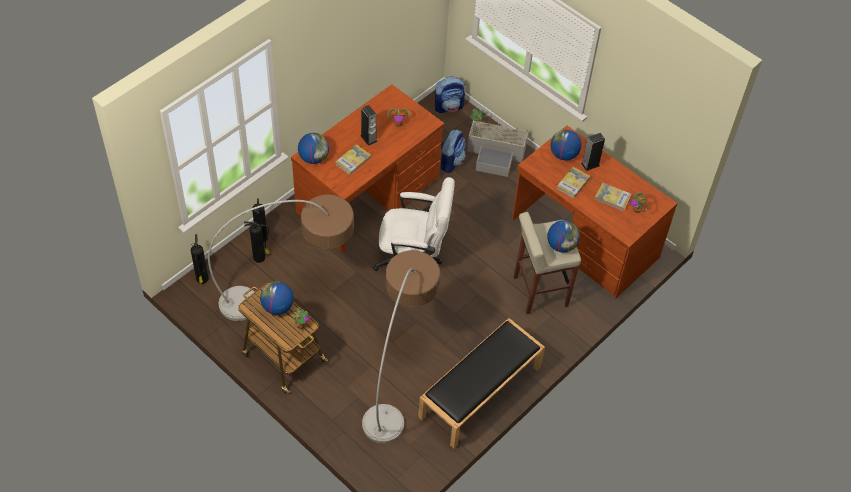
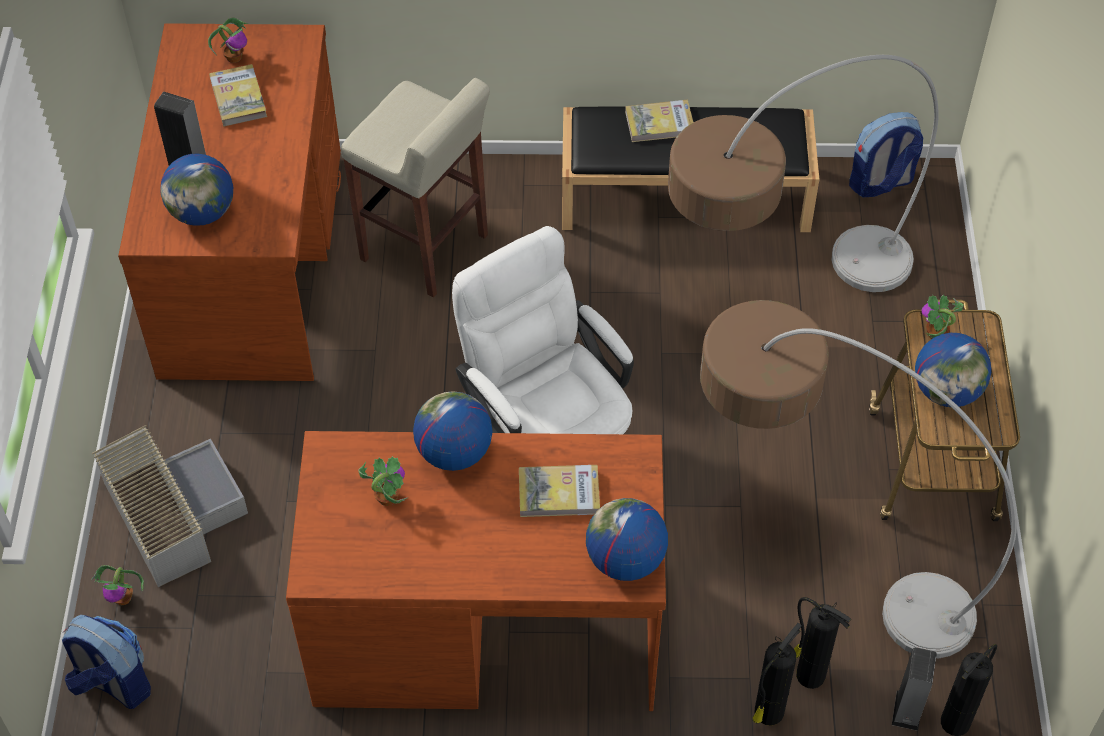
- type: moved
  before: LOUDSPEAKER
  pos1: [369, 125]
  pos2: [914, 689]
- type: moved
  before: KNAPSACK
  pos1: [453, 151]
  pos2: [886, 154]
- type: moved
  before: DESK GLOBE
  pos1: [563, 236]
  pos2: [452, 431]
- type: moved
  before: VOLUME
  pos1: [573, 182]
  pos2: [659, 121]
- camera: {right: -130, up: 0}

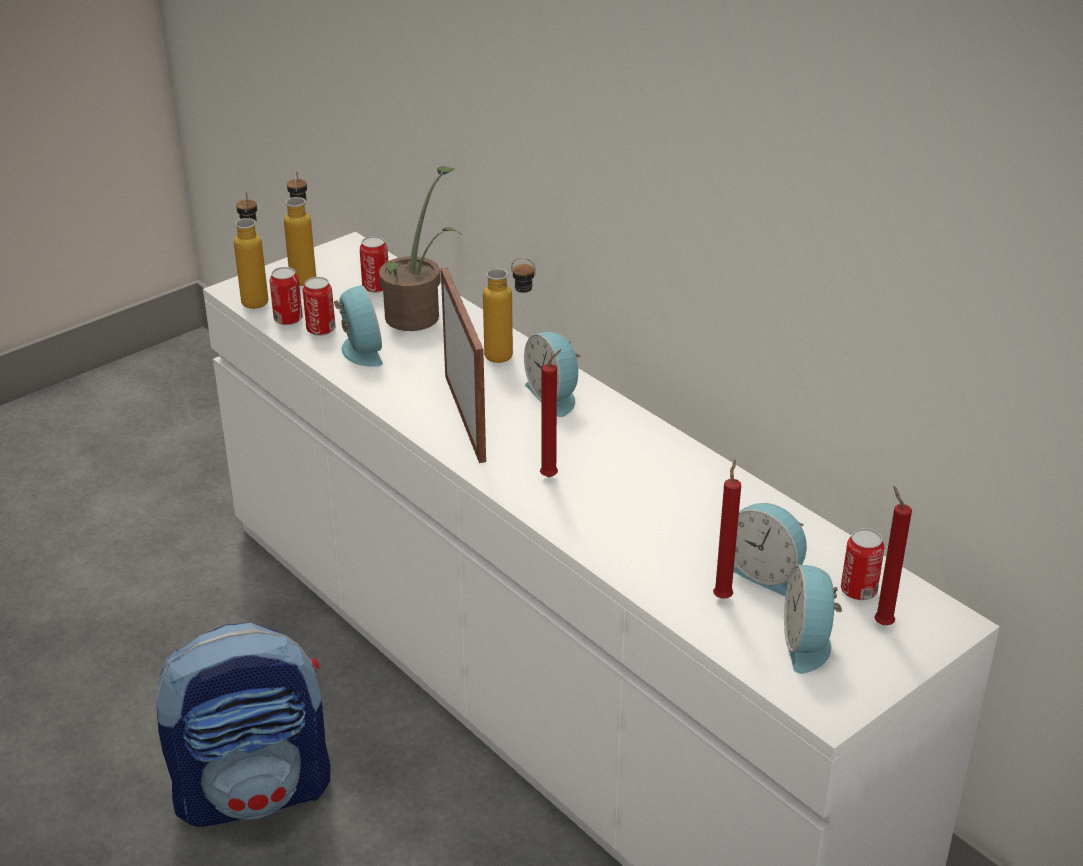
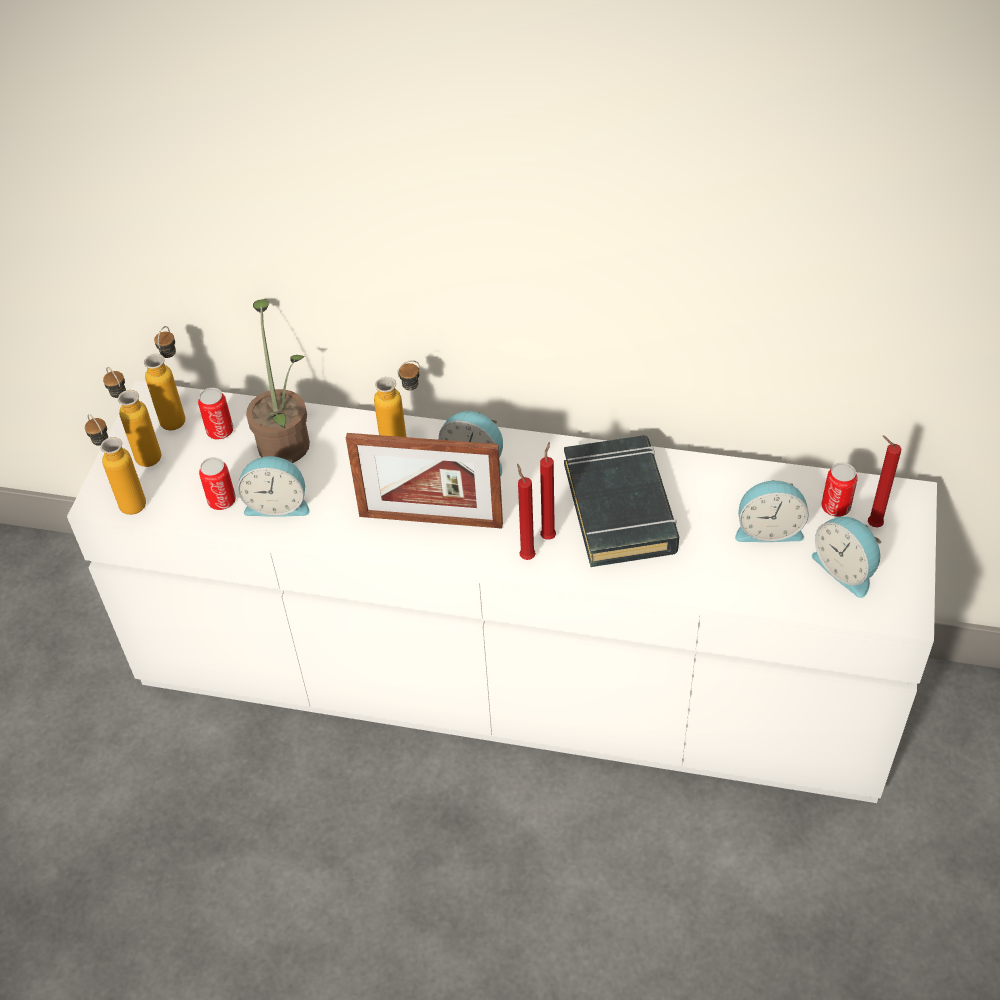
- type: removed
  before: KNAPSACK
  pos1: [242, 725]
- type: removed
  before: SEALED CAN
  pos1: [286, 296]
- type: turned
  before: ALARM CLOCK
  pos1: [358, 326]
  pos2: [273, 486]
  turn: 150
- type: turned
  before: PHOTO FRAME
  pos1: [463, 365]
  pos2: [424, 481]
  turn: 150
- type: moved
  before: REDDISH WAX CANDLE
  pos1: [727, 529]
  pos2: [526, 512]
- type: added
  after: BOTTLE
  pos2: [164, 378]
- type: added
  after: BLACK VOLUME
  pos2: [621, 501]
- camera: {right: -35, up: 15}

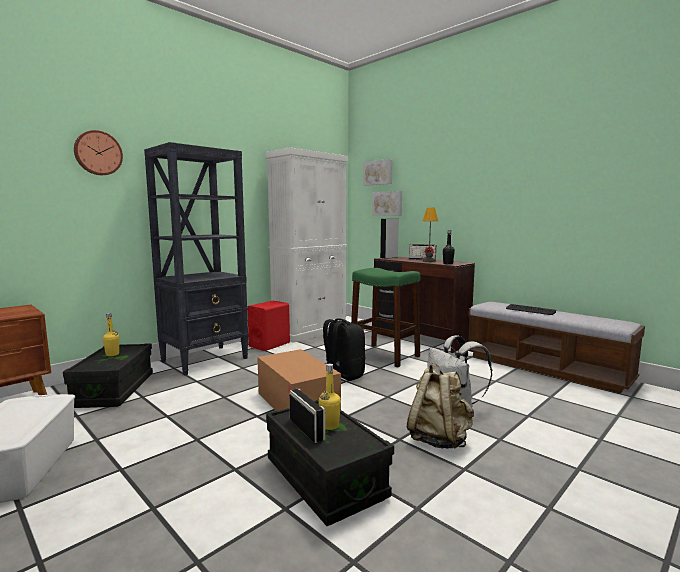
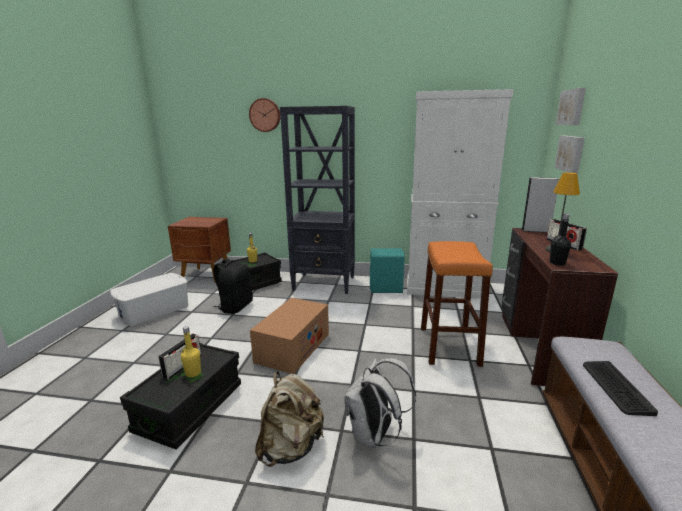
- type: recoloured
  before: REDDISH LOUDSPEAKER
  after: TURQUOISE-COLOURED LOUDSPEAKER
  pos1: [268, 326]
  pos2: [387, 270]
- type: moved
  before: BLACK KNAPSACK
  pos1: [344, 349]
  pos2: [233, 286]
- type: recoloured
  before: GREEN SITTING STOOL
  after: ORANGEY SITTING STOOL
  pos1: [385, 318]
  pos2: [457, 304]
- camera: {right: 55, up: 10}

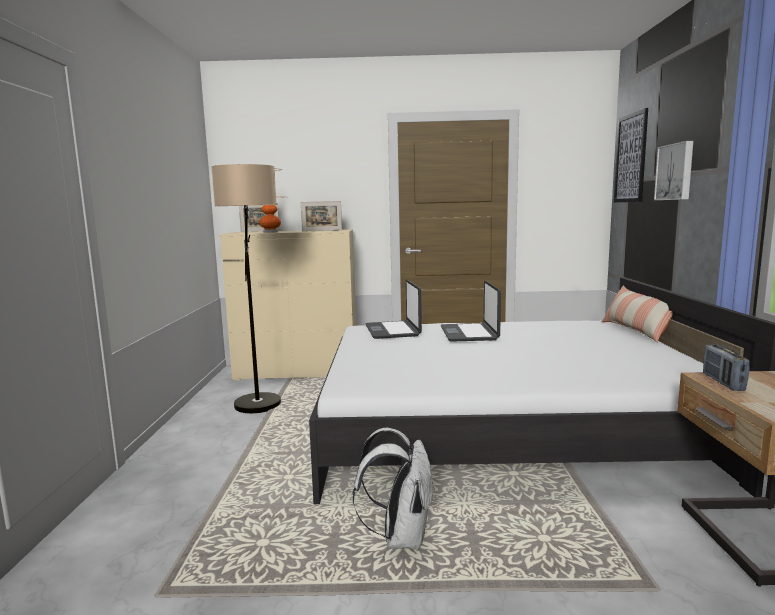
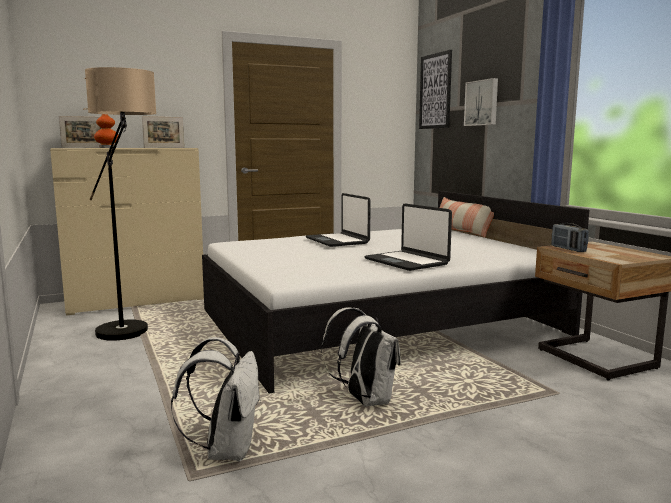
- type: moved
  before: LAPTOP
  pos1: [393, 309]
  pos2: [408, 237]
- type: added
  after: WHITISH KNAPSACK
  pos2: [216, 399]
- camera: {right: -25, up: 0}

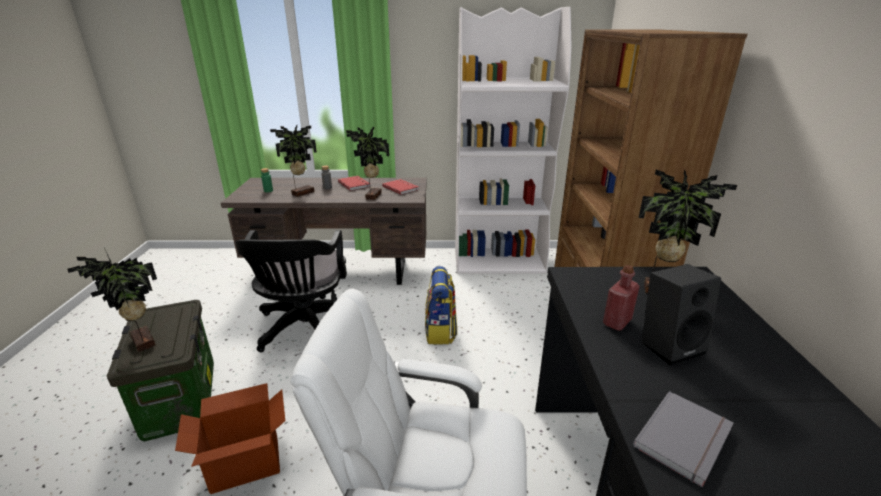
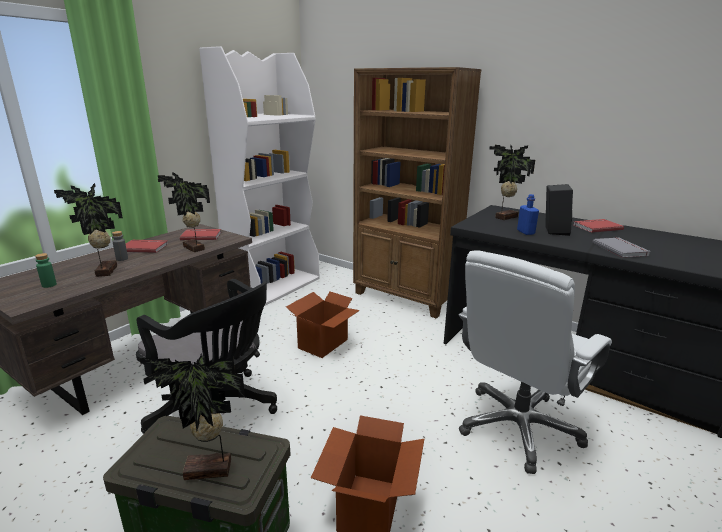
- type: replaced
  before: KNAPSACK
  after: PACKING BOX
  pos1: [441, 305]
  pos2: [323, 325]
- type: recoloured
  before: REDDISH BOTTLE
  after: BLUISH BOTTLE
  pos1: [621, 298]
  pos2: [528, 214]
- type: added
  after: REDDISH VOLUME
  pos2: [599, 226]
- camera: {right: -55, up: -5}

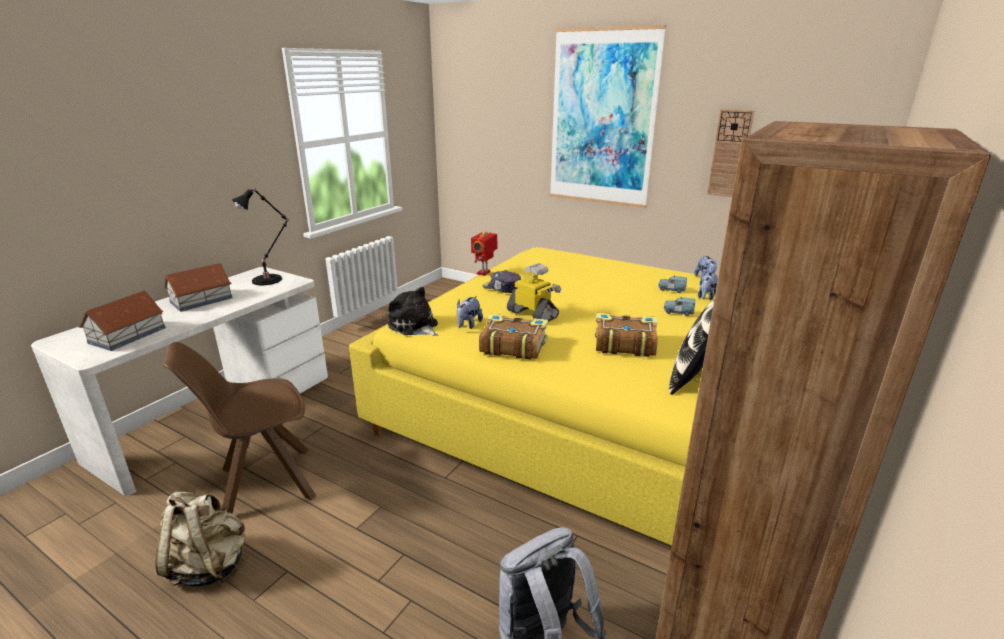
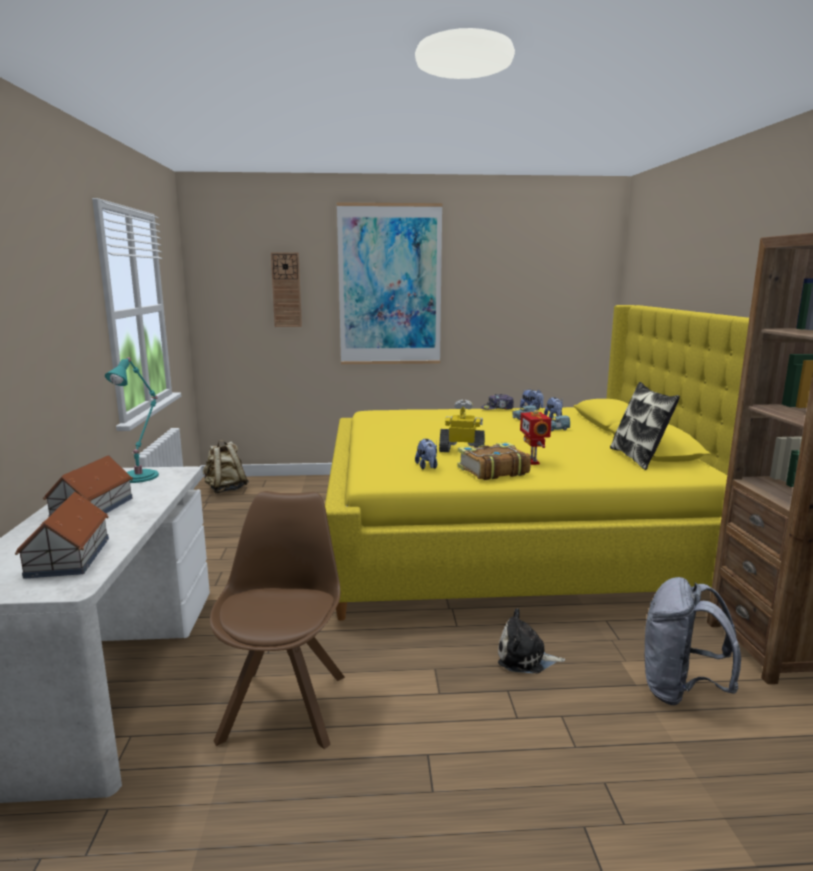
- type: moved
  before: SAND-COLOURED KNAPSACK
  pos1: [200, 539]
  pos2: [226, 466]
- type: turned
  before: BROWN CHAIR
  pos1: [239, 428]
  pos2: [277, 620]
  turn: 150
- type: recoloured
  before: BLACK TABLE LAMP
  after: TURQUOISE-COLOURED TABLE LAMP
  pos1: [260, 236]
  pos2: [132, 420]
- type: moved
  before: CUDDLY TOY
  pos1: [413, 311]
  pos2: [531, 640]
- type: moved
  before: ROBOT FIGURE
  pos1: [484, 253]
  pos2: [535, 437]
- type: moved
  before: PEAKED CAP
  pos1: [502, 281]
  pos2: [497, 402]
- type: removed
  before: VOLUME
  pos1: [626, 335]
- type: moved
  before: CLOCK ON THE WALL
  pos1: [730, 153]
  pos2: [286, 289]
- camera: {right: -35, up: -10}

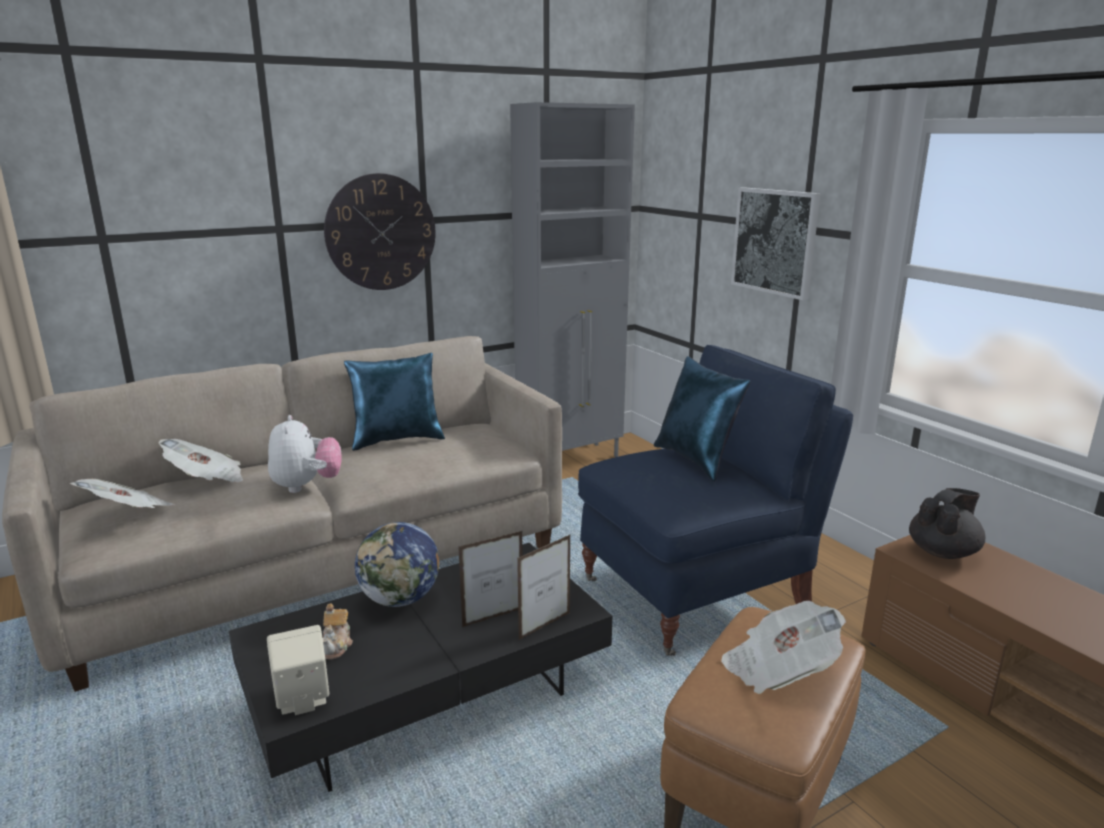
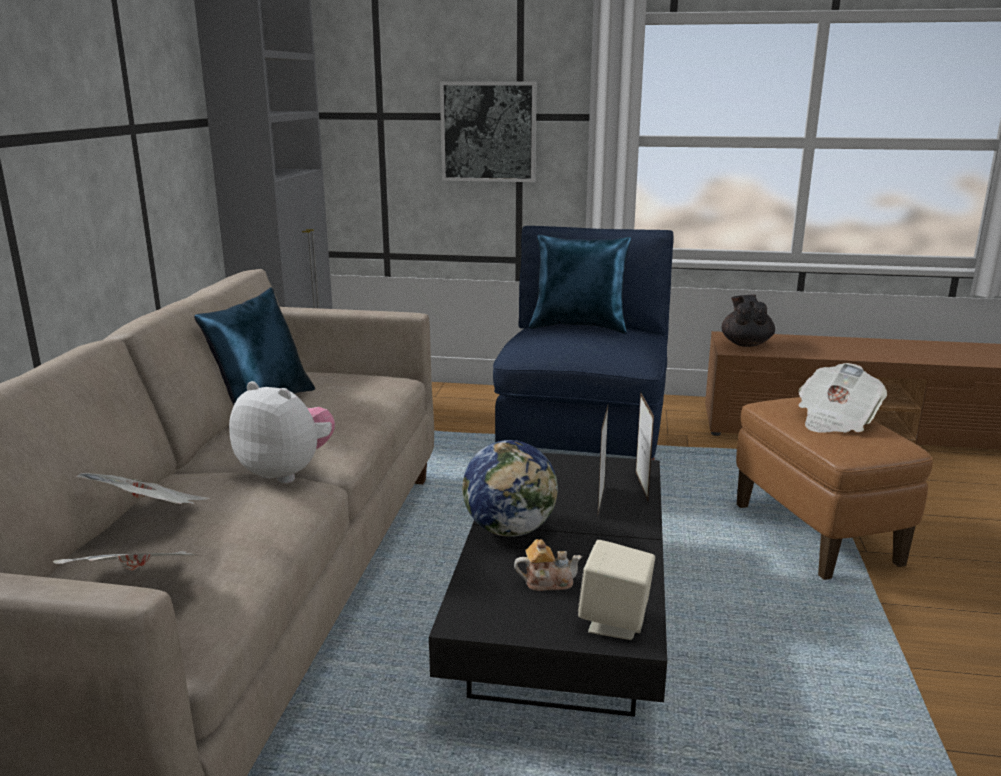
- type: turned
  before: TEAPOT
  pos1: [338, 631]
  pos2: [548, 565]
  turn: -45
- type: removed
  before: CLOCK ON THE WALL
  pos1: [380, 231]
- camera: {right: -50, up: 0}

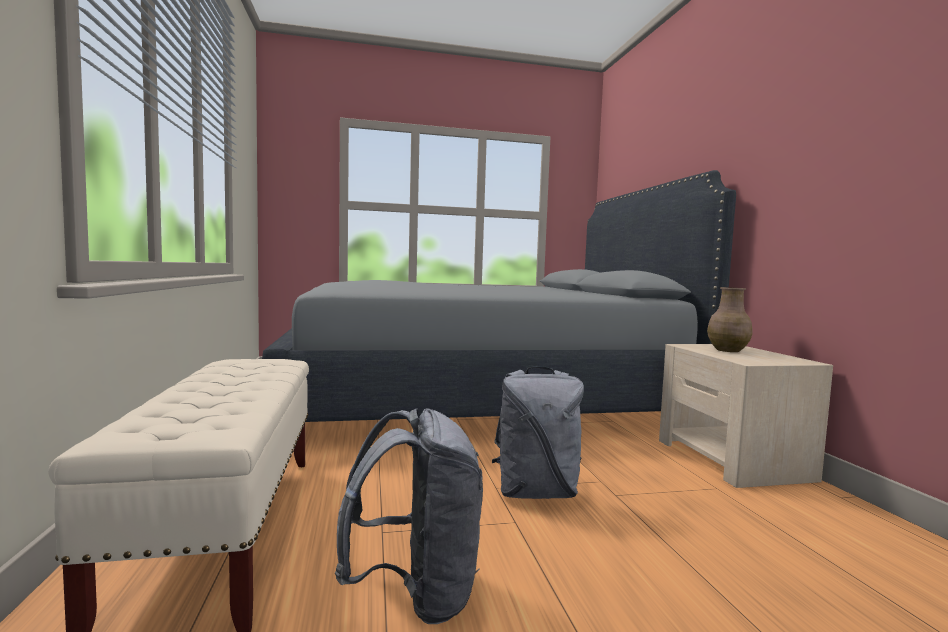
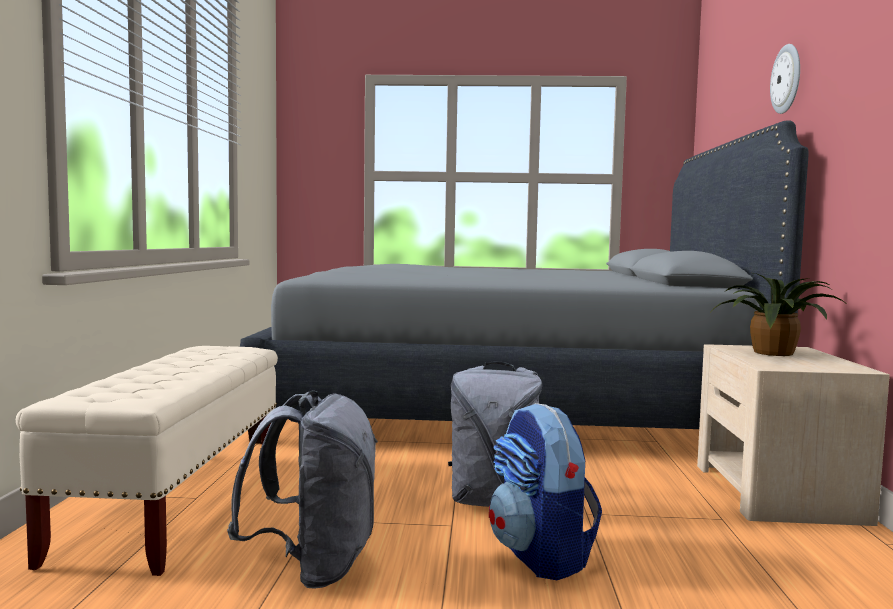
- type: replaced
  before: BROWN FLOWER VASE
  after: HOUSEPLANT
  pos1: [729, 319]
  pos2: [780, 314]
- type: added
  after: KNAPSACK
  pos2: [545, 491]
- type: added
  after: CLOCK ON THE WALL
  pos2: [785, 79]
- camera: {right: 15, up: 0}

